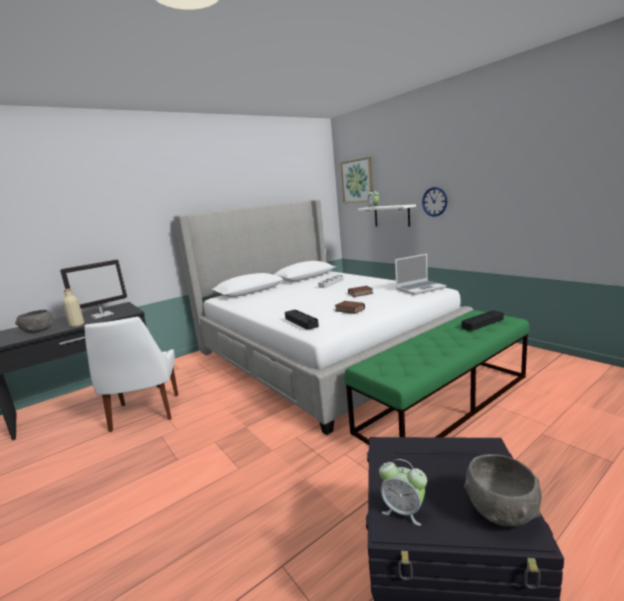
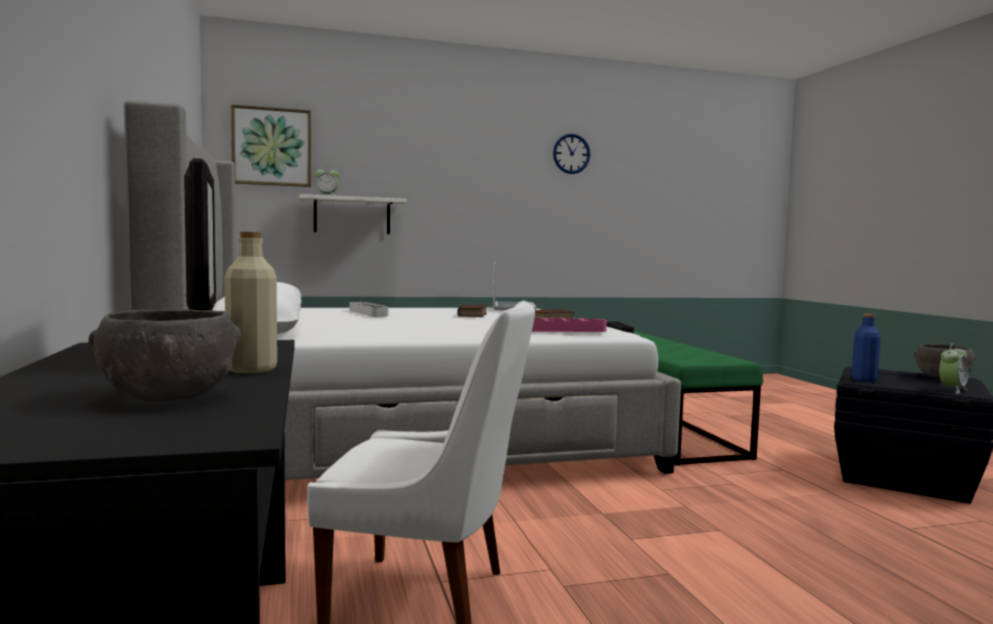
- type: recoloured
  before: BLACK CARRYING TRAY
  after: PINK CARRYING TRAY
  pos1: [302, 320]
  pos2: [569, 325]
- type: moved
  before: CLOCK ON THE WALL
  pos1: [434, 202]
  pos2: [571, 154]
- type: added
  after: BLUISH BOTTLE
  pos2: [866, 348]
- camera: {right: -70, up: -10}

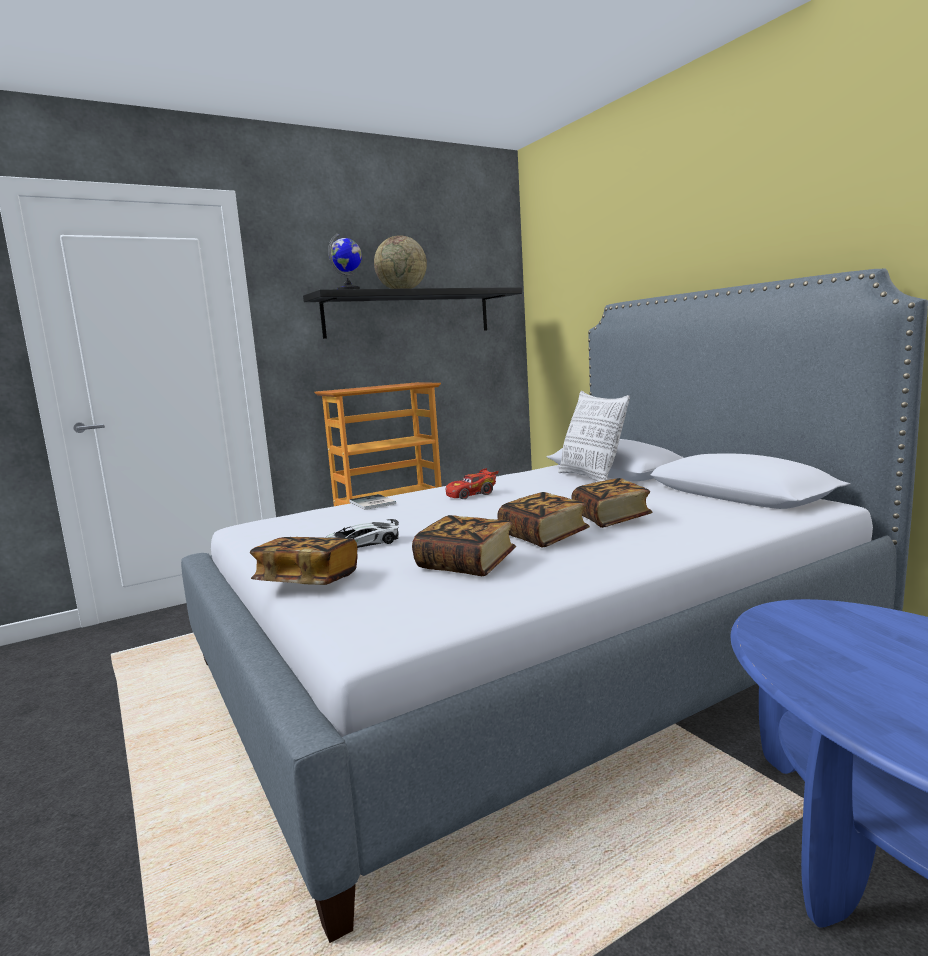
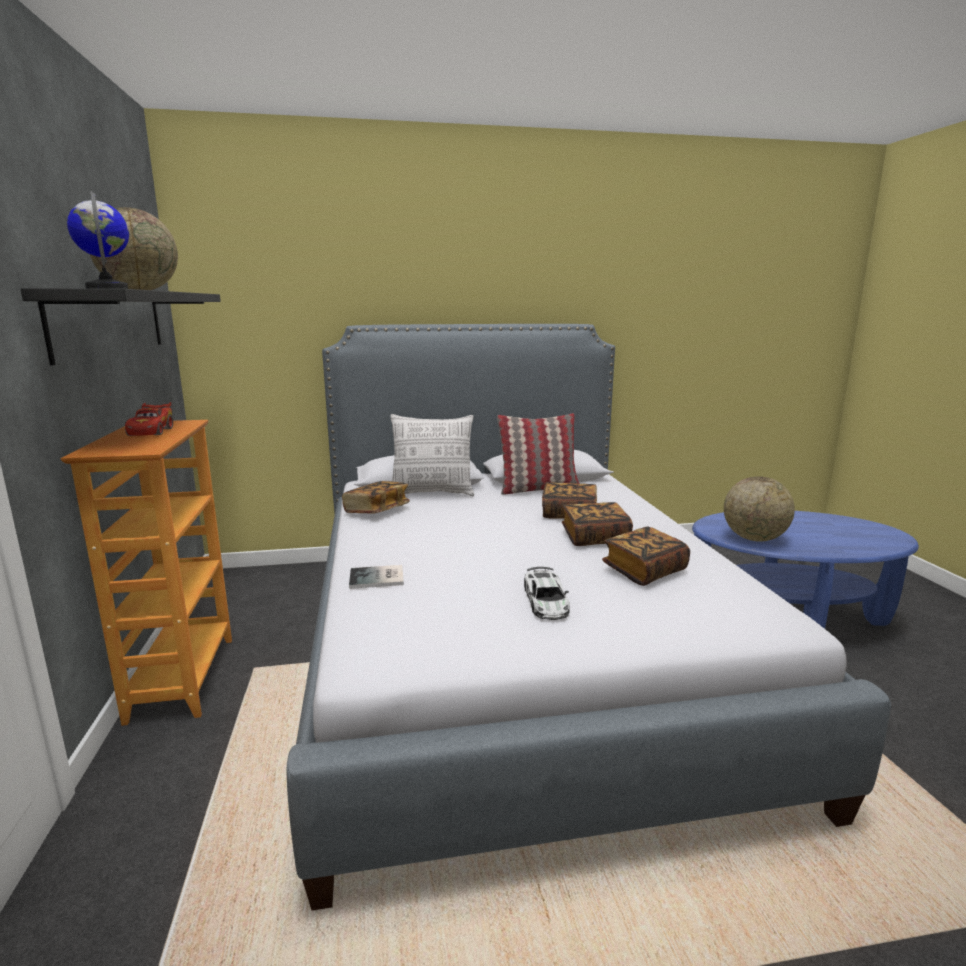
- type: moved
  before: VOLUME
  pos1: [304, 561]
  pos2: [376, 497]
- type: moved
  before: REDDISH MODEL CAR
  pos1: [472, 483]
  pos2: [149, 419]
- type: added
  after: CUSHION
  pos2: [538, 454]
- type: added
  after: DESK GLOBE
  pos2: [759, 509]
- camera: {right: -70, up: 5}

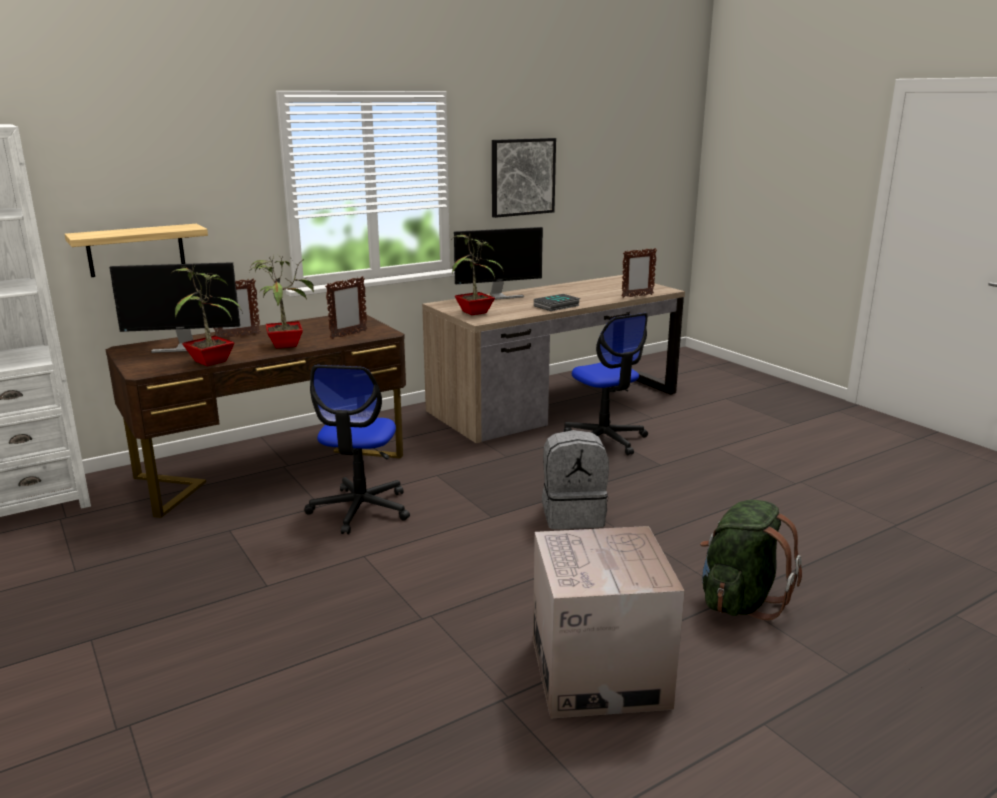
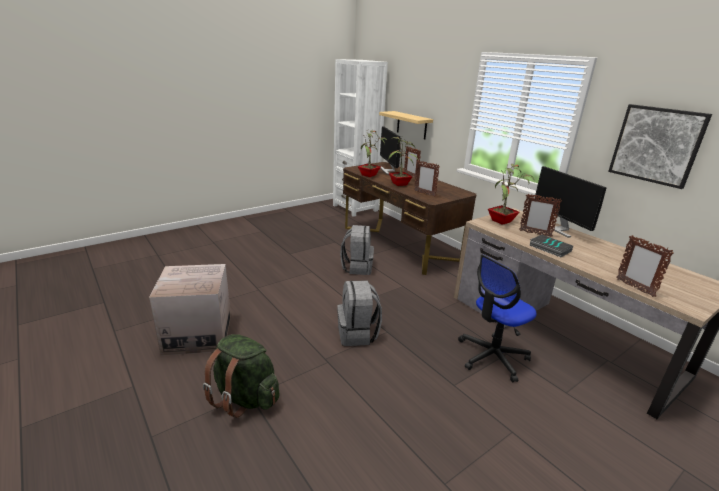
- type: replaced
  before: COMPUTER CHAIR
  after: GREY KNAPSACK
  pos1: [357, 449]
  pos2: [357, 250]
- type: added
  after: PHOTO FRAME
  pos2: [541, 215]
- camera: {right: 85, up: 5}

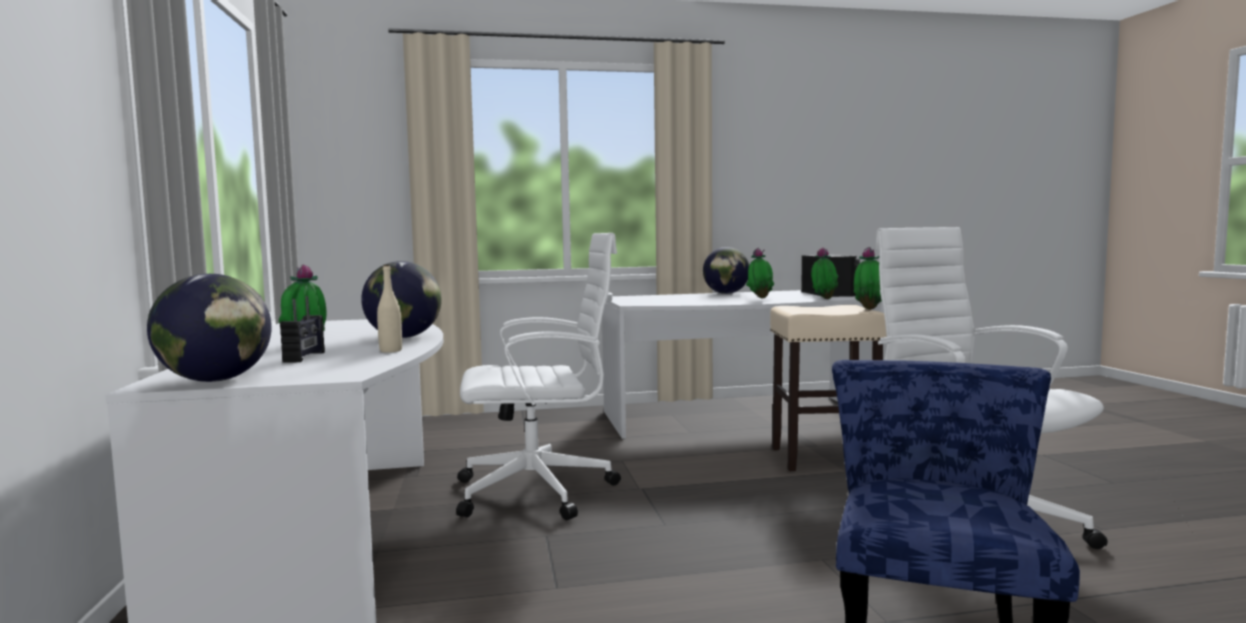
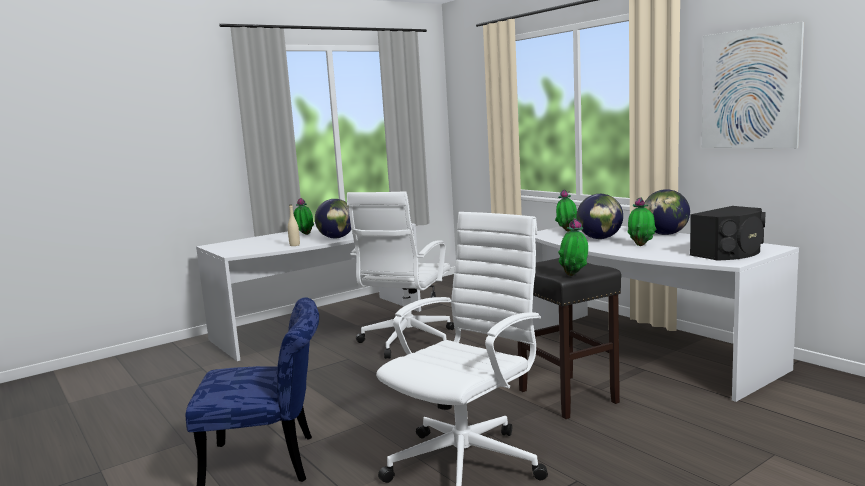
- type: moved
  before: DESK GLOBE
  pos1: [209, 328]
  pos2: [599, 216]
- type: removed
  before: RADIO SET
  pos1: [302, 329]
- type: turned
  before: WHITISH COMPUTER CHAIR
  pos1: [538, 376]
  pos2: [400, 275]
  turn: 60
- type: recoloured
  before: SAND-COLOURED SITTING STOOL
  after: BLACK SITTING STOOL
  pos1: [828, 388]
  pos2: [569, 338]
- type: moved
  before: HOUSEPLANT
  pos1: [824, 273]
  pos2: [566, 210]
- type: added
  after: WALL ART
  pos2: [753, 85]
- camera: {right: 65, up: 5}

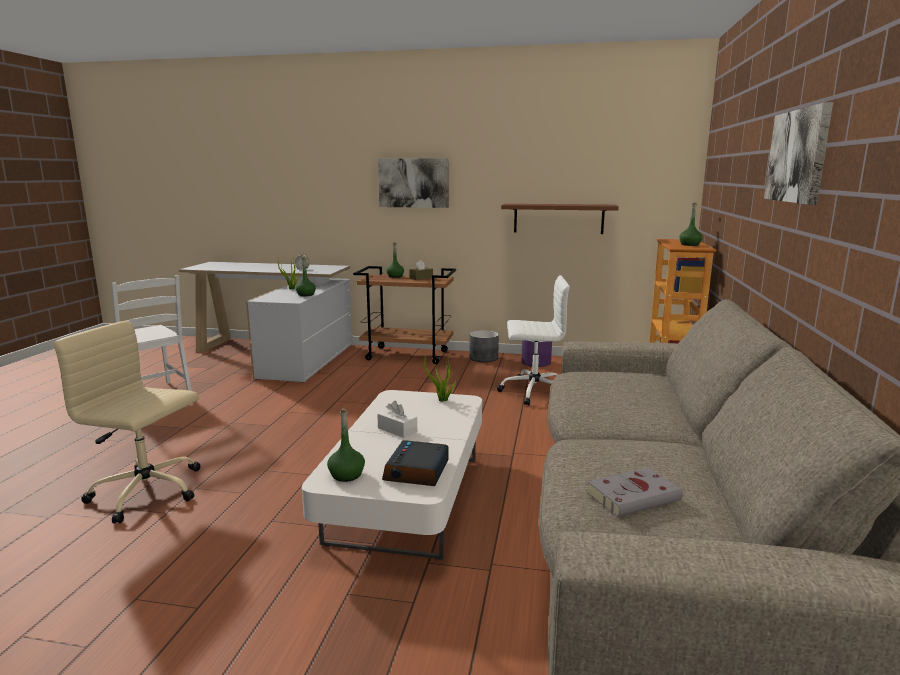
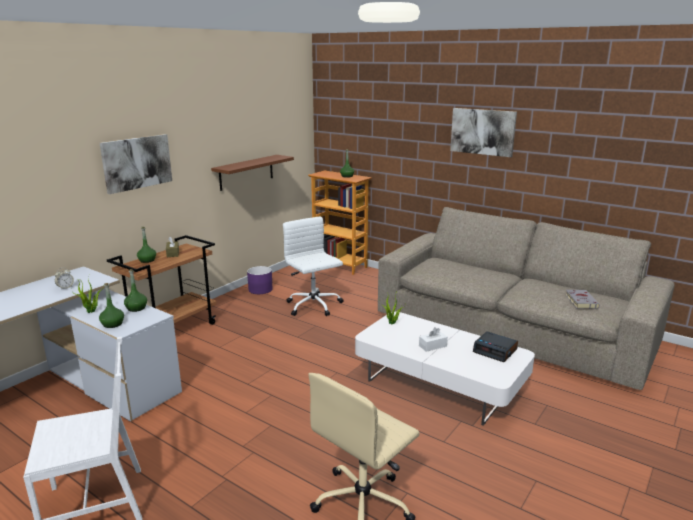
- type: moved
  before: GREEN BOTTLE
  pos1: [346, 445]
  pos2: [111, 305]
- type: removed
  before: GREY PLANTER
  pos1: [484, 346]
- type: turned
  before: WHITISH COMPUTER CHAIR
  pos1: [533, 340]
  pos2: [313, 266]
  turn: -60
- camera: {right: -65, up: 5}

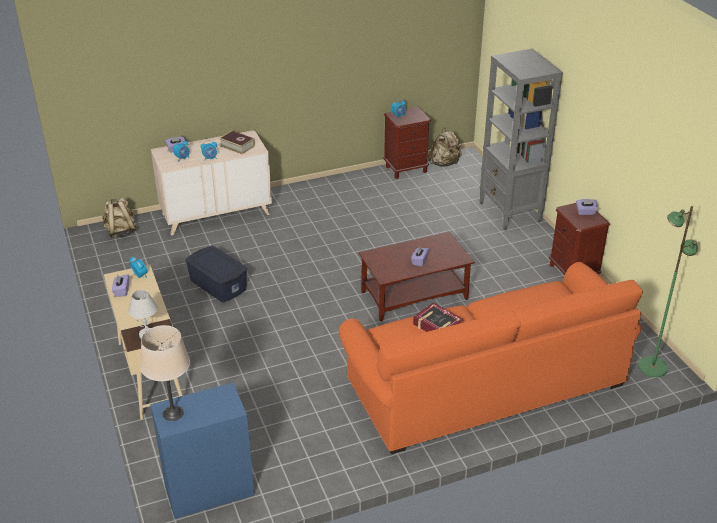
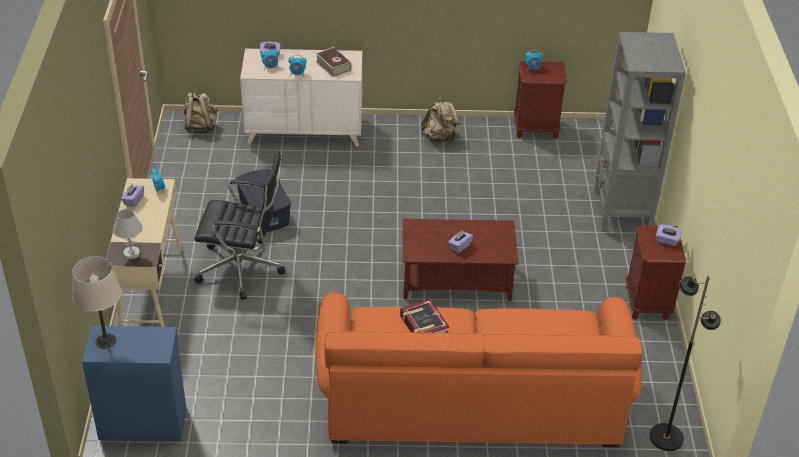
- type: moved
  before: SAND-COLOURED KNAPSACK
  pos1: [445, 147]
  pos2: [441, 119]
- type: recoloured
  before: GREEN STANDARD LAMP
  after: BLACK STANDARD LAMP
  pos1: [668, 291]
  pos2: [685, 363]
- type: added
  after: BLACK COMPUTER CHAIR
  pos2: [239, 225]
- camera: {right: 20, up: 5}

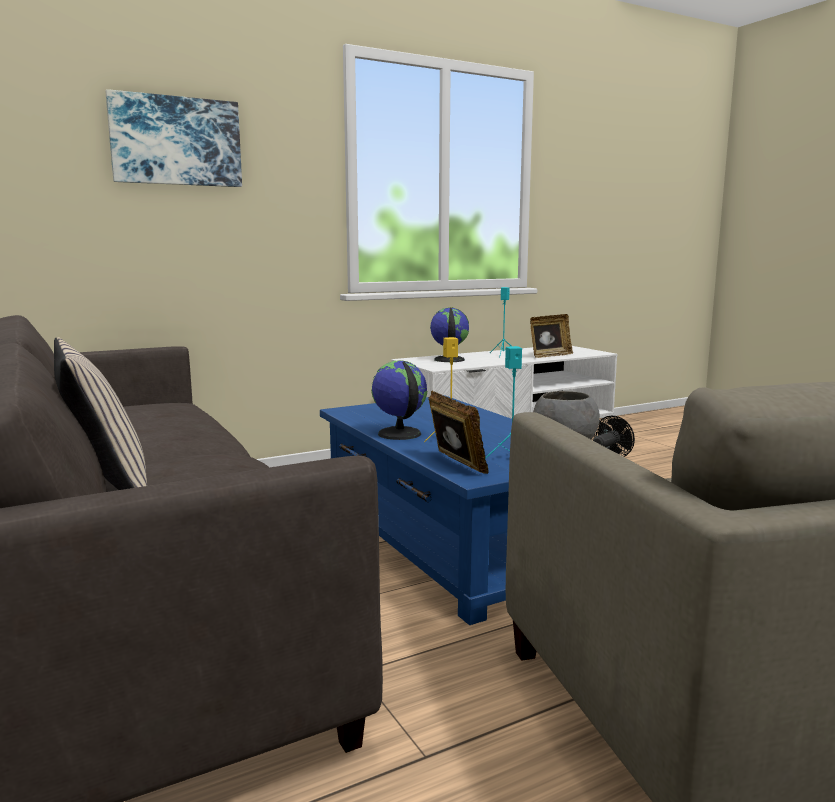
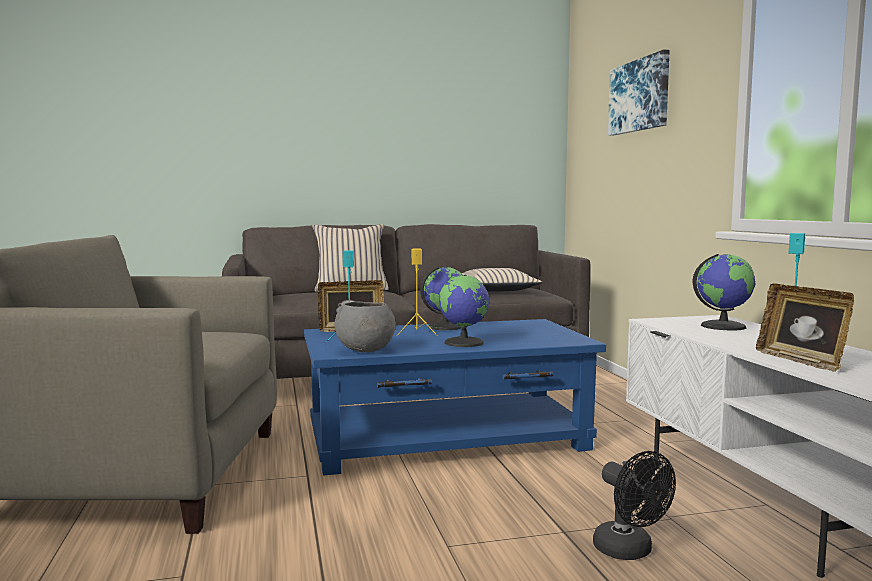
- type: added
  after: DESK GLOBE
  pos2: [464, 310]
- type: added
  after: SAND-COLOURED CUSHION
  pos2: [502, 280]
- camera: {right: 105, up: -5}

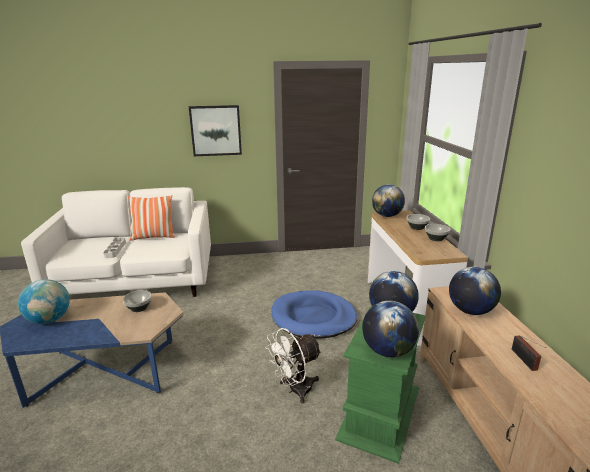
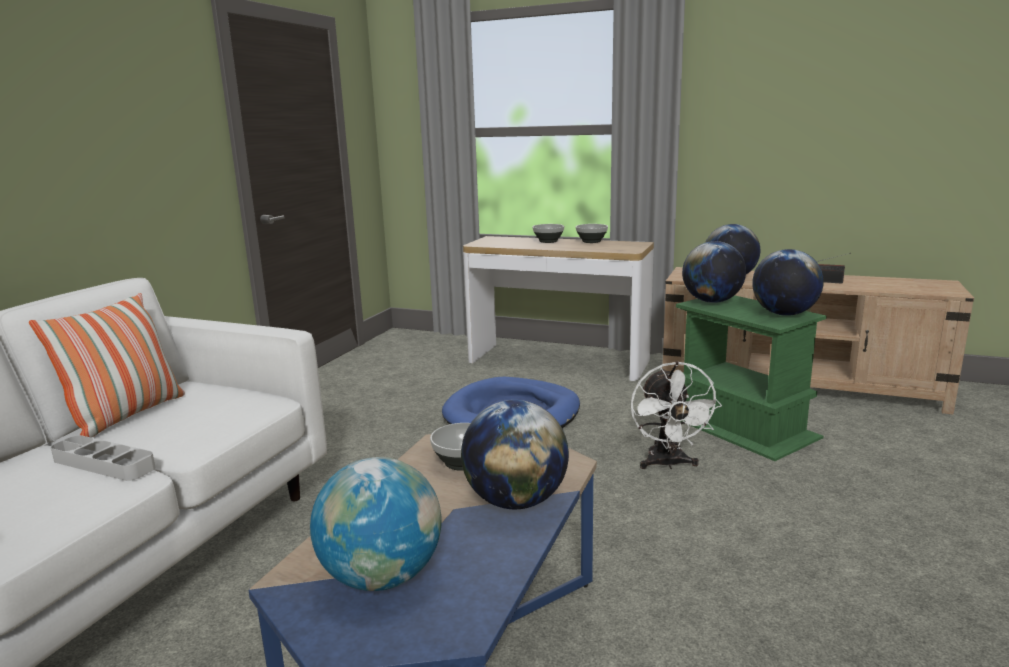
- type: removed
  before: WALL ART
  pos1: [215, 130]
- type: moved
  before: DESK GLOBE
  pos1: [388, 201]
  pos2: [515, 454]
- camera: {right: -60, up: -5}

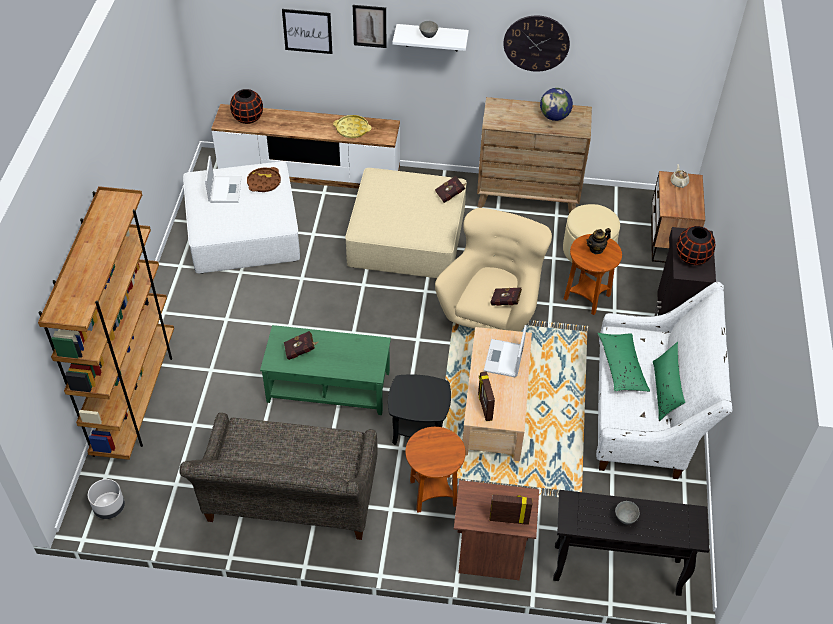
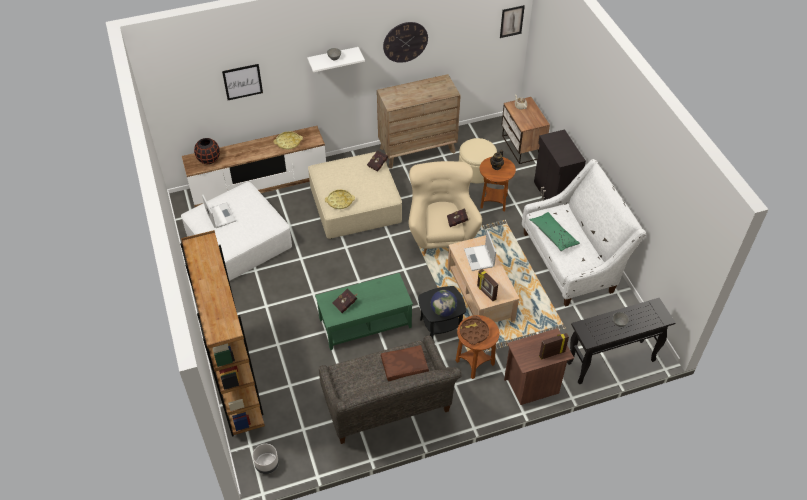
- type: moved
  before: BROWN CARRYING TRAY
  pos1: [264, 179]
  pos2: [474, 330]
- type: moved
  before: WALL ART
  pos1: [369, 26]
  pos2: [512, 21]
- type: moved
  before: DESK GLOBE
  pos1: [556, 104]
  pos2: [444, 303]
- type: removed
  before: GREEN CUSHION
  pos1: [669, 381]
- type: removed
  before: BLACK FLOWER VASE
  pos1: [696, 245]
- type: added
  after: YELLOWISH CARRYING TRAY
  pos2: [340, 199]
- type: added
  after: BROWN CUSHION
  pos2: [405, 363]
- camera: {right: -25, up: 0}

